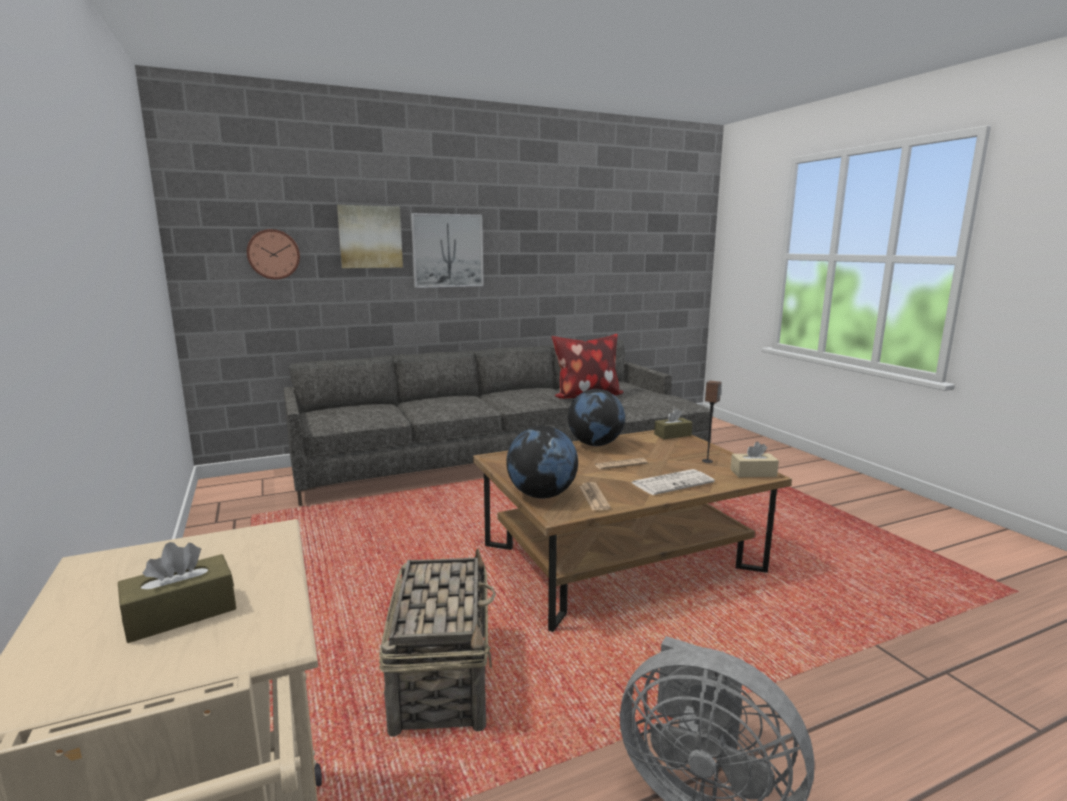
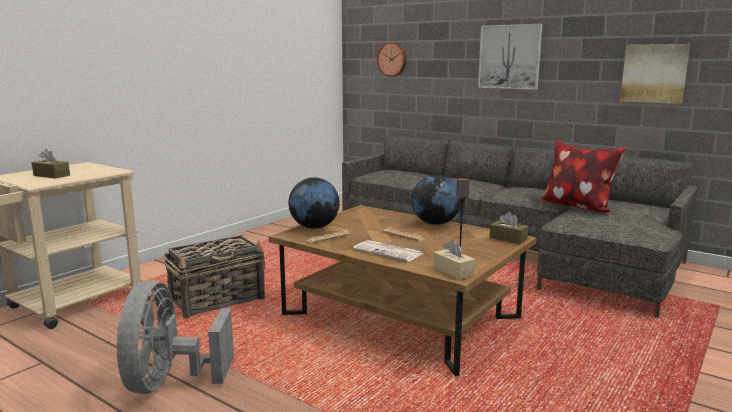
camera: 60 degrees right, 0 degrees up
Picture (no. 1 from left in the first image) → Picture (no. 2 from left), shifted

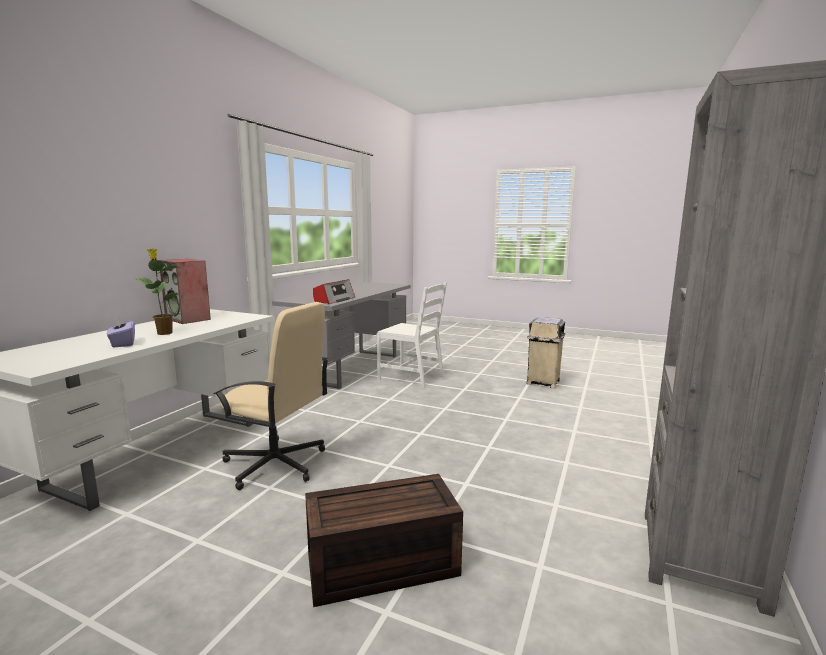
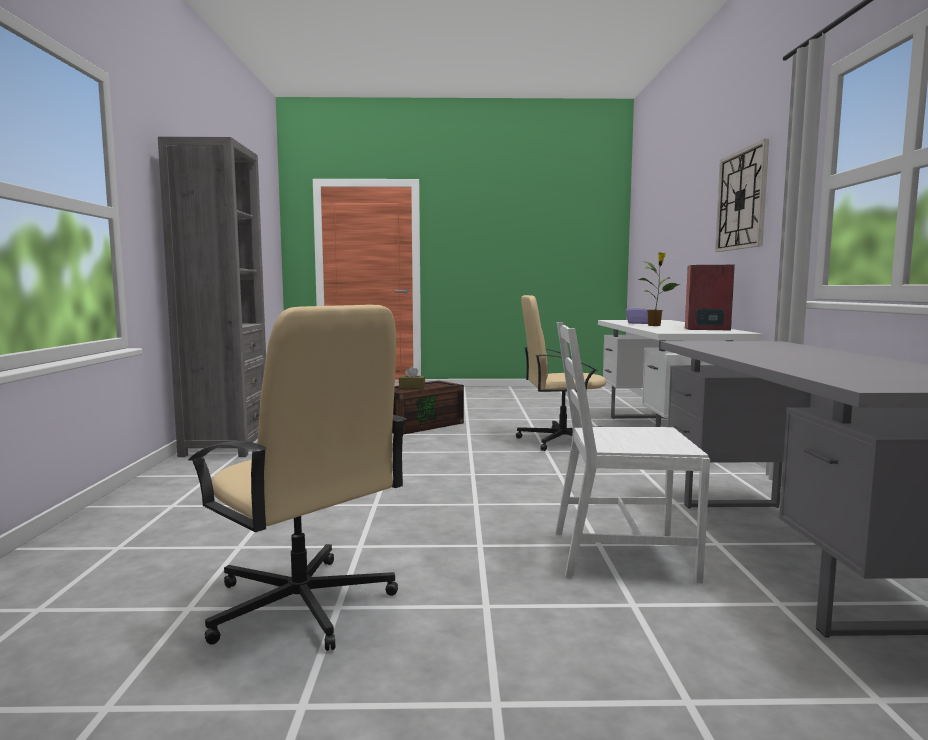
camera: 155 degrees right, 5 degrees down
BeigeTrashCan → BeigeOfficeChair (no. 1 from left)
- → BrownTissueBox
- → WallClock
Radio → -

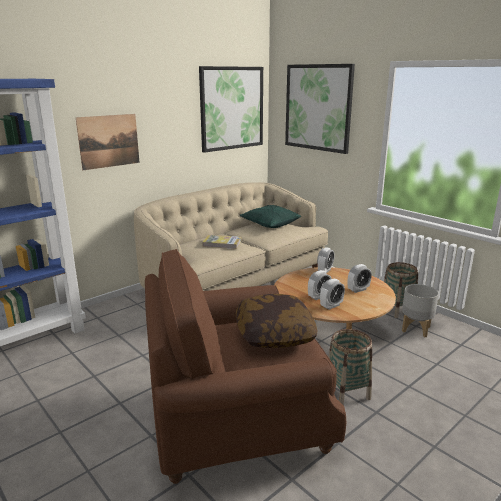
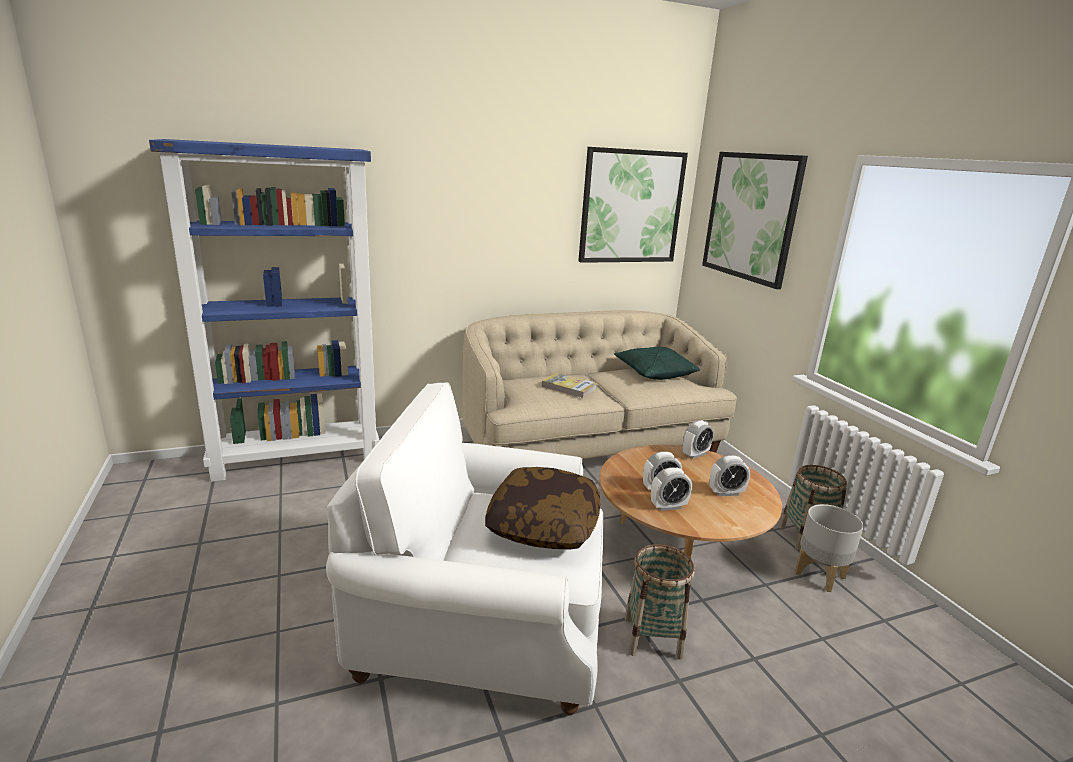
camera: 20 degrees right, 0 degrees up
BrownArmchair → WhiteArmchair
Picture (no. 1 from left) → -

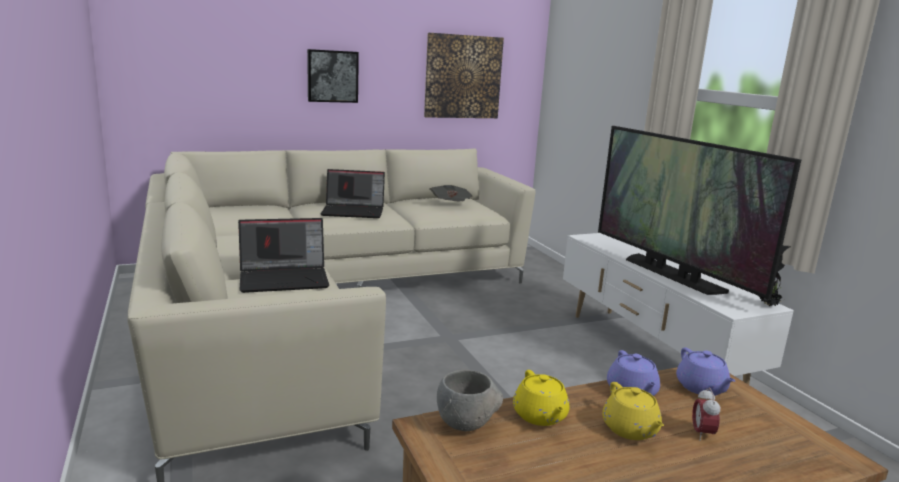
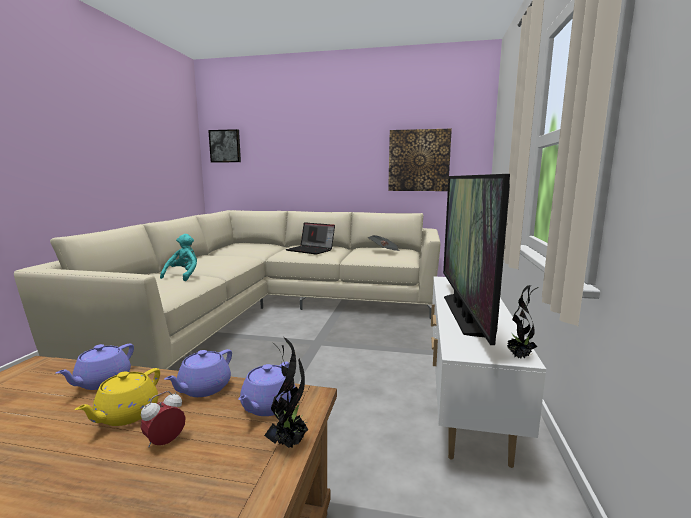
camera: 35 degrees right, 5 degrees down
YellowTeapot (no. 1 from left) → PurpleTeapot (no. 1 from left)
Laptop (no. 1 from left) → TurquoisePlushToy
Picture (no. 1 from left), shifted
- → PottedPlant (no. 1 from left)
GreyBowl → -

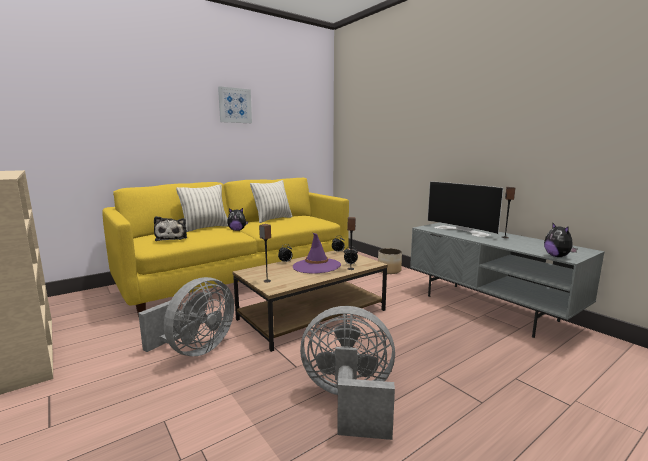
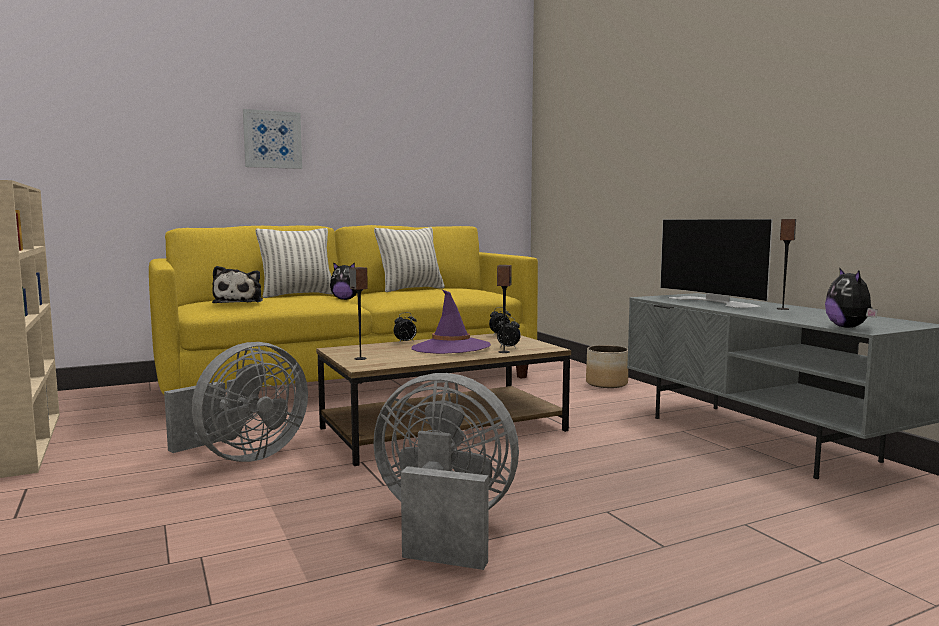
camera: 10 degrees right, 5 degrees down
Picture, shifted

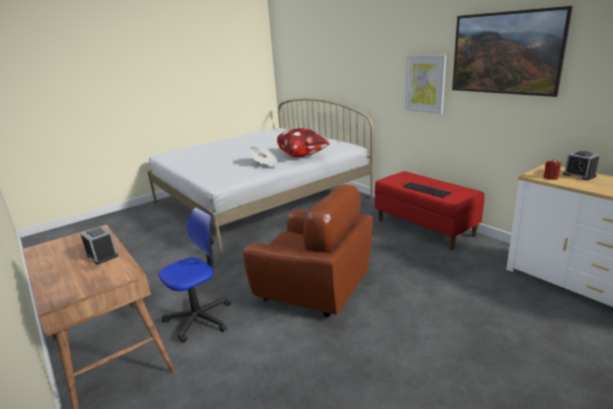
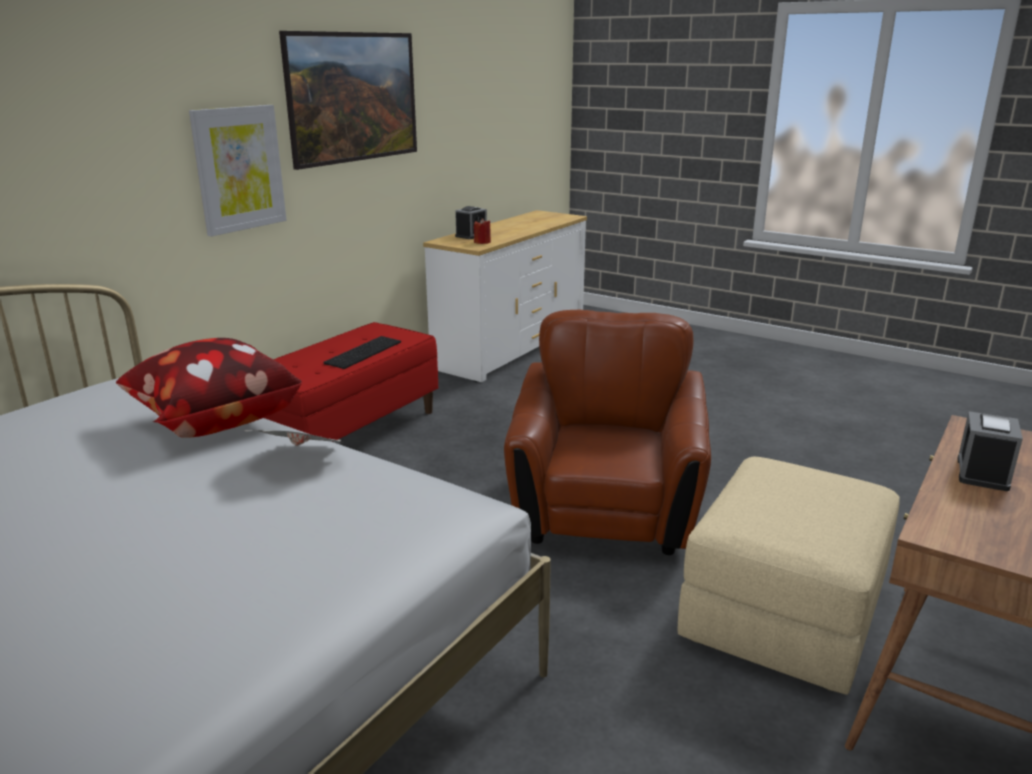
camera: 110 degrees left, 0 degrees up
OfficeChair → BeigeOttoman

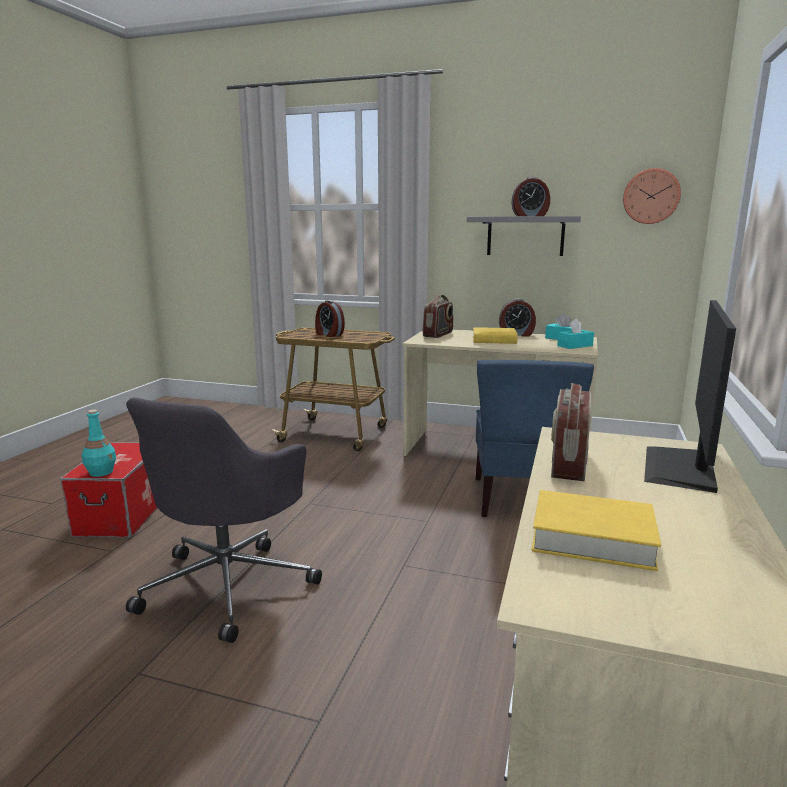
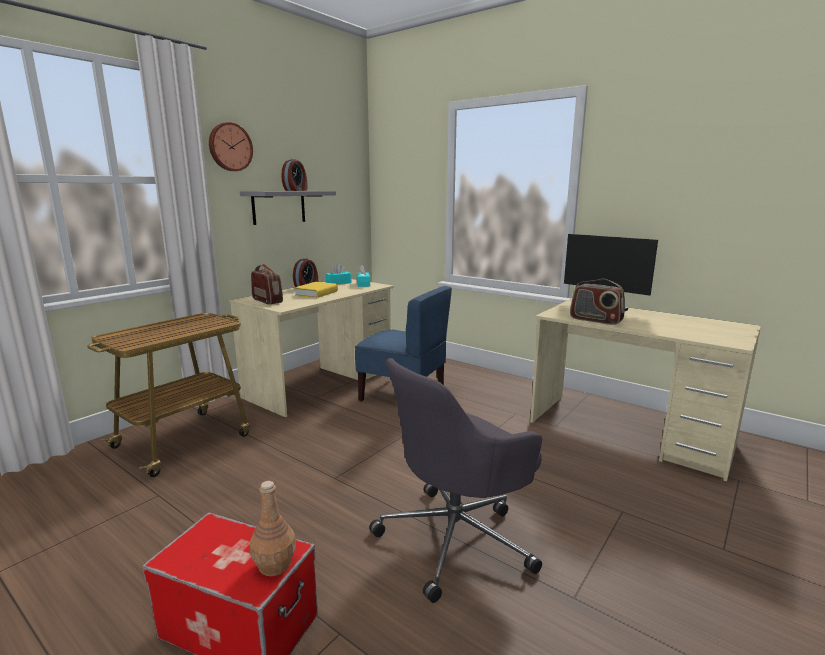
camera: 70 degrees left, 0 degrees up
WallClock, shifted
TurquoiseBottle → BrownBottle
GreyOfficeChair, 105 degrees clockwise
AlarmClock (no. 1 from left) → -
YellowBook (no. 2 from left) → -

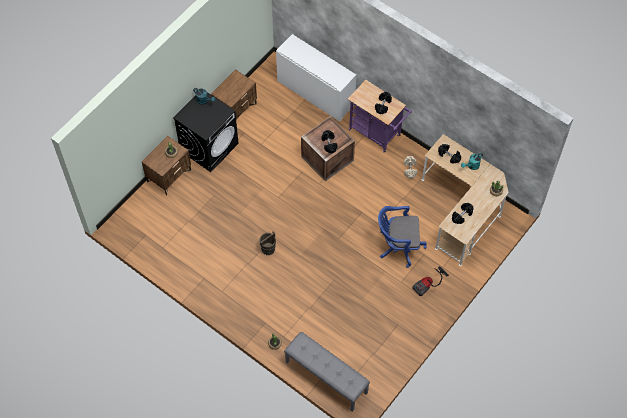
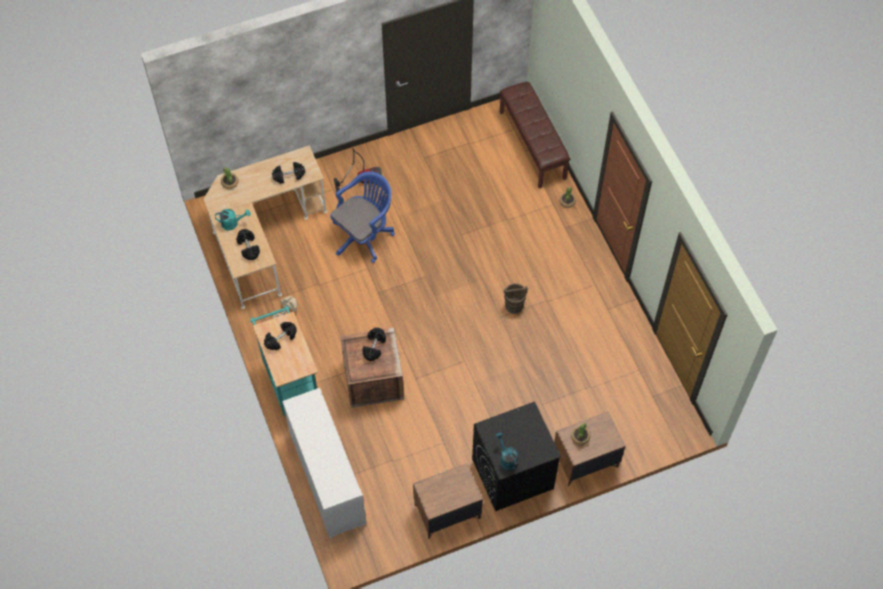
camera: 150 degrees left, 0 degrees up
PurpleCart → TurquoiseCart
BlueOfficeChair, 75 degrees counterclockwise
GreyBench → BrownBench

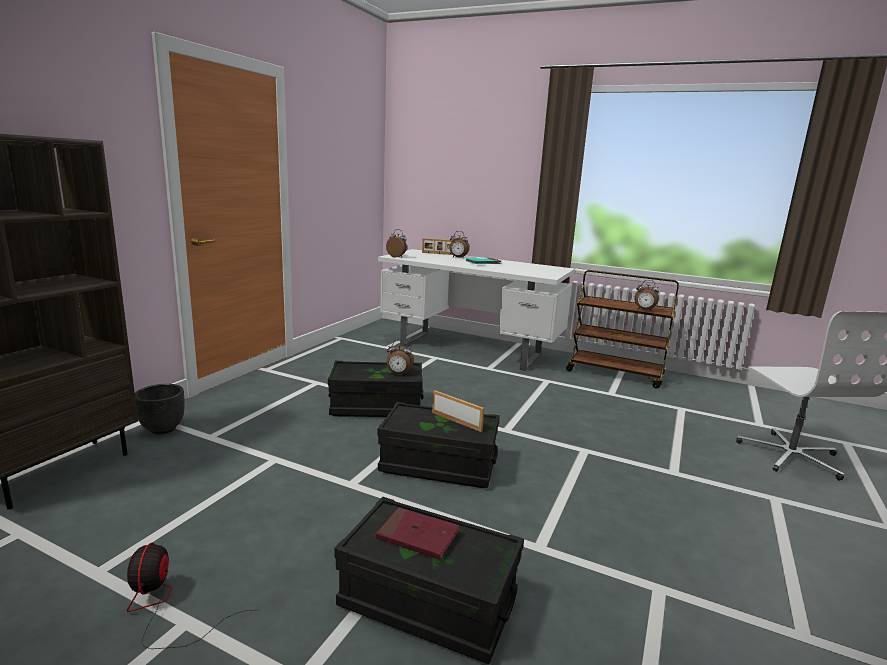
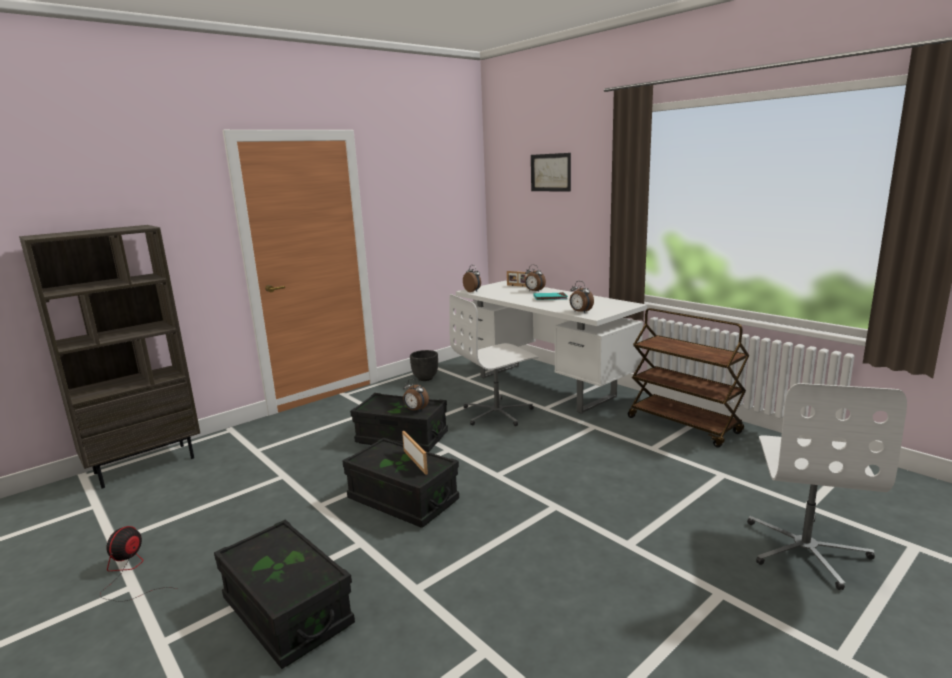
camera: 25 degrees right, 0 degrees up
BlackPlanter, shifted
- → WhiteOfficeChair (no. 1 from left)
- → Picture
AlarmClock (no. 4 from left), shifted
RedBook → -

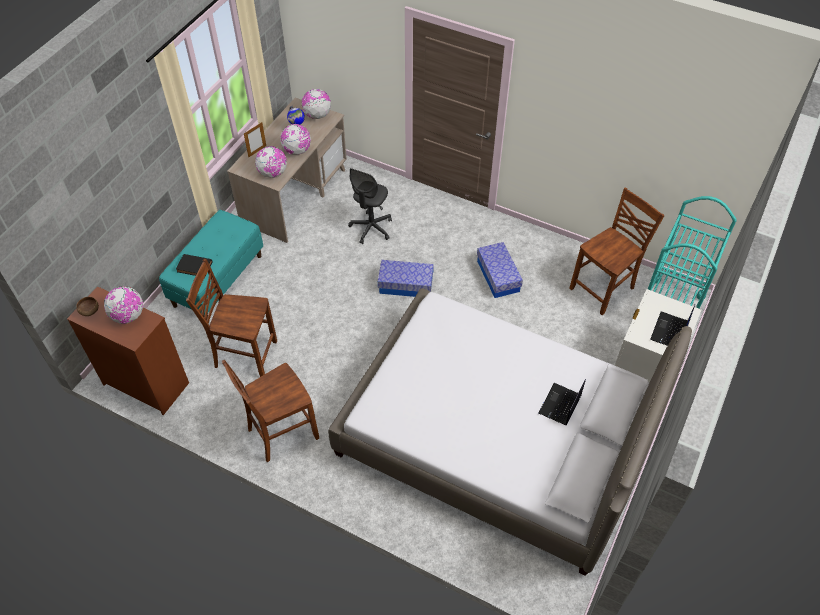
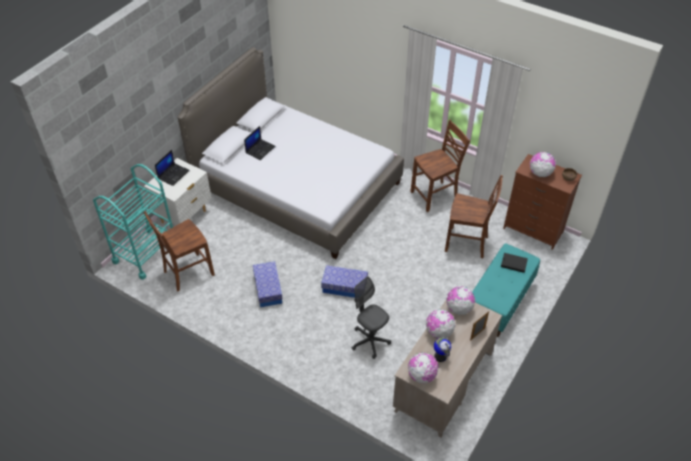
camera: 175 degrees left, 5 degrees down
GreyOfficeChair, 75 degrees counterclockwise

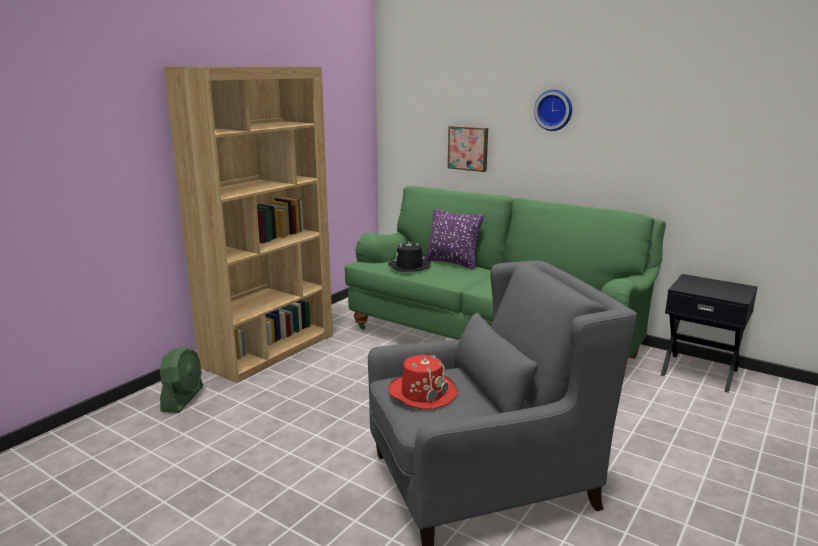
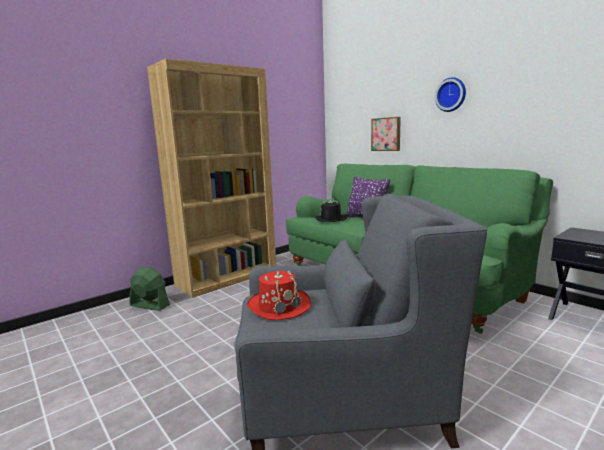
camera: 15 degrees right, 5 degrees down
GreenFan, 90 degrees counterclockwise

